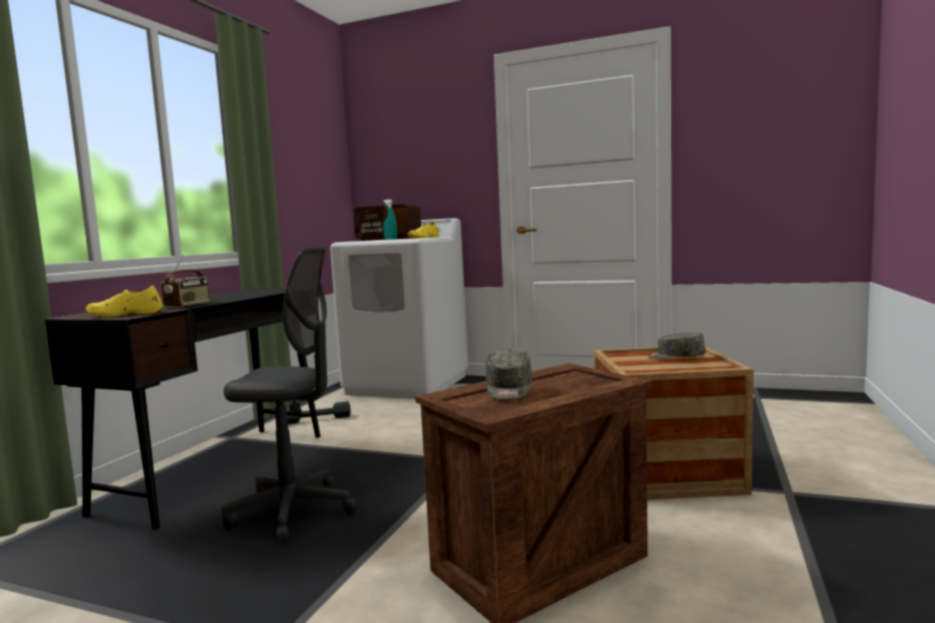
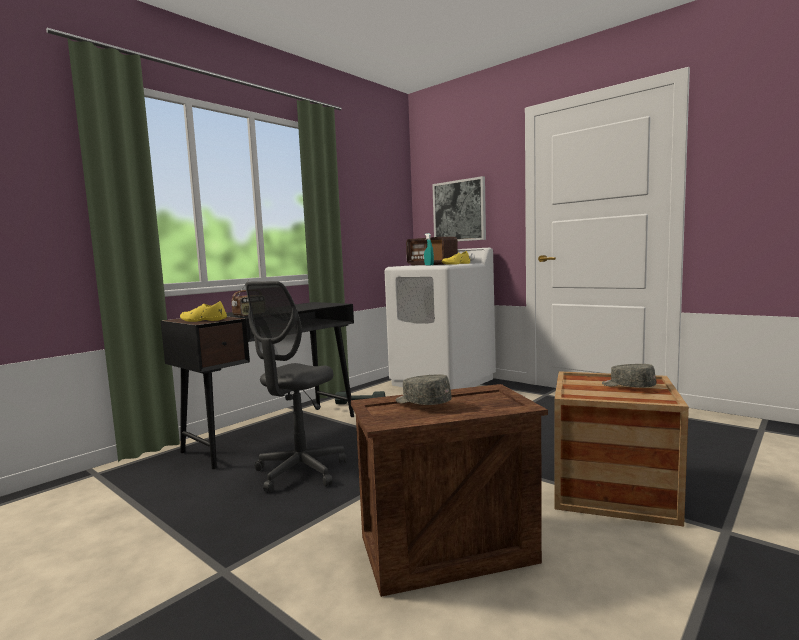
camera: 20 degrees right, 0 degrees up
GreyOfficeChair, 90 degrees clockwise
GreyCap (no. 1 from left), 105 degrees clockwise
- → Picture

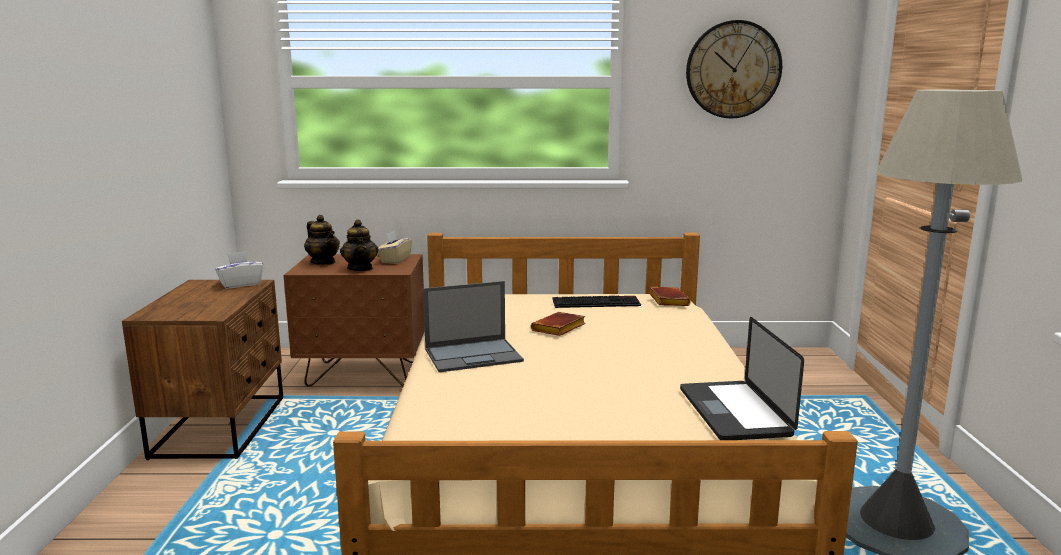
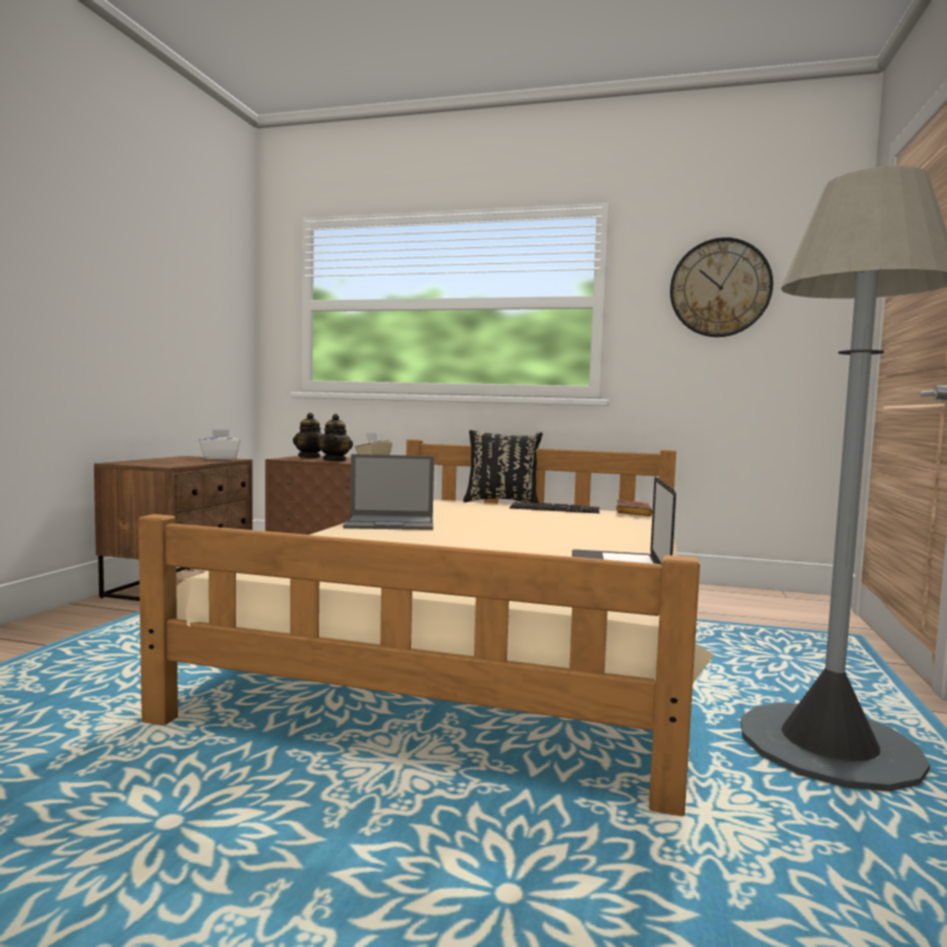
camera: 15 degrees right, 10 degrees down
- → BlackPillow
BrownBook (no. 1 from left) → -

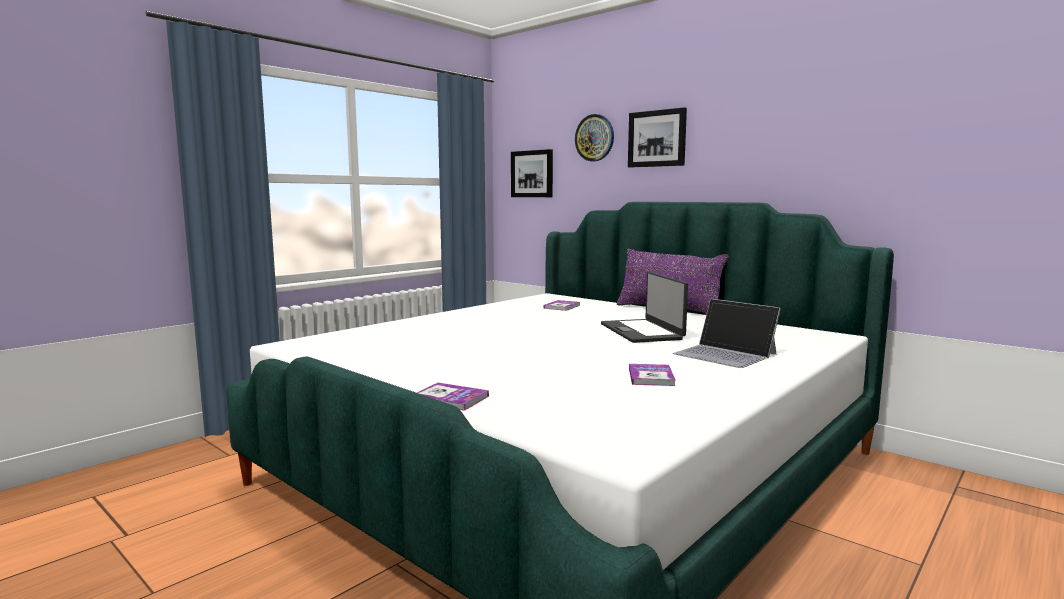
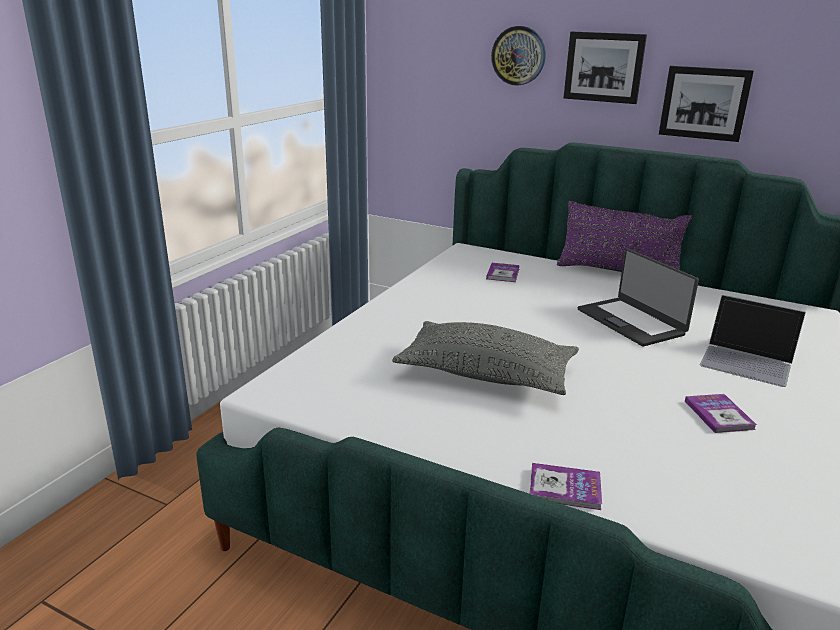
camera: 15 degrees left, 15 degrees up
- → GreyPillow
Picture (no. 1 from left in the first image) → Picture (no. 2 from left), shifted

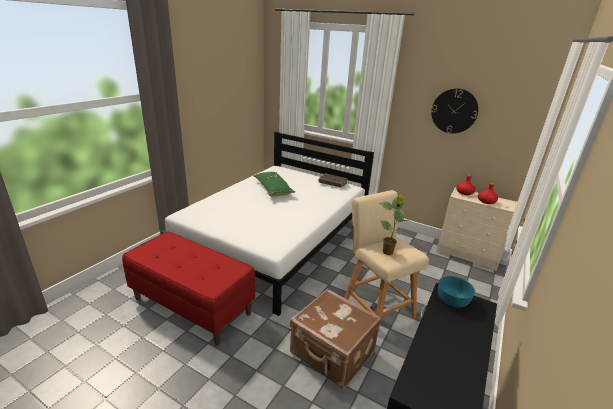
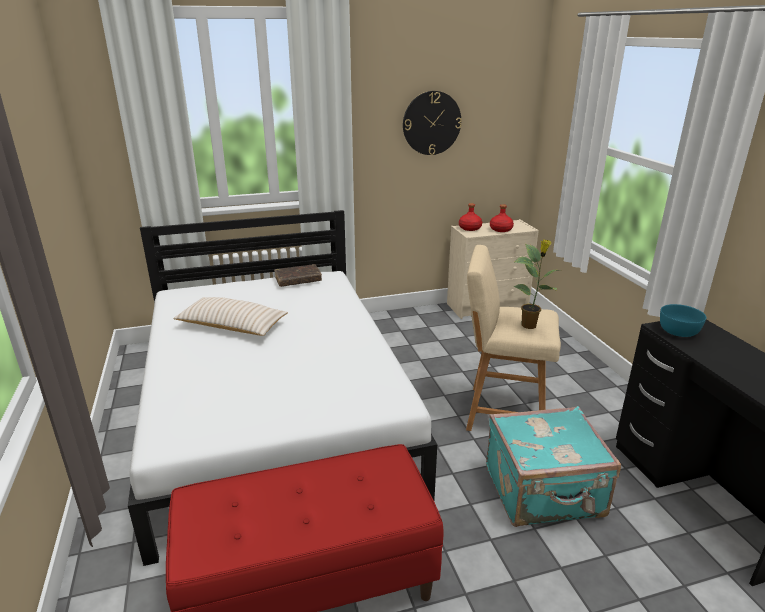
camera: 45 degrees left, 0 degrees up
GreenPillow → BeigePillow
BrownSuitcase → TurquoiseSuitcase

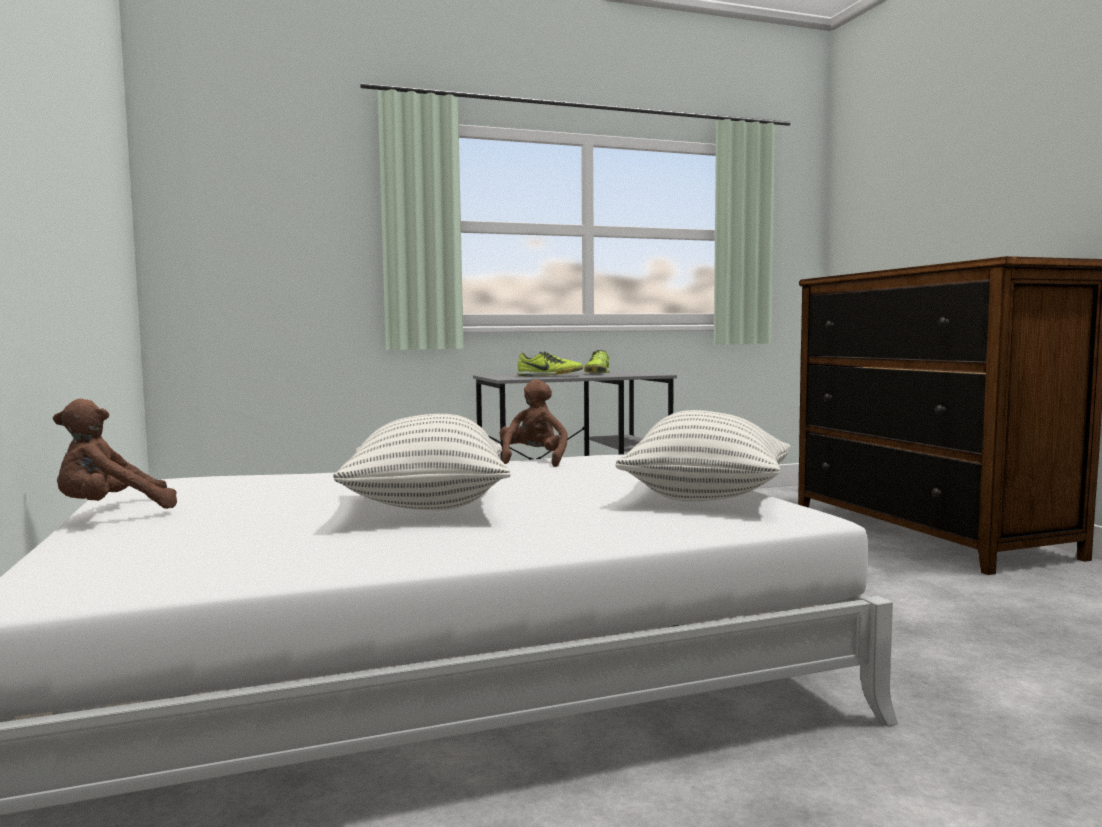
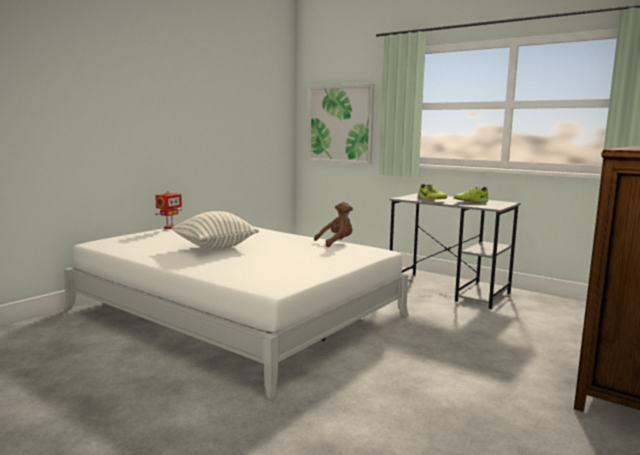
camera: 55 degrees right, 5 degrees up
BrownPlushToy (no. 1 from left) → ToyRobot
- → Picture
Pillow (no. 2 from left) → -

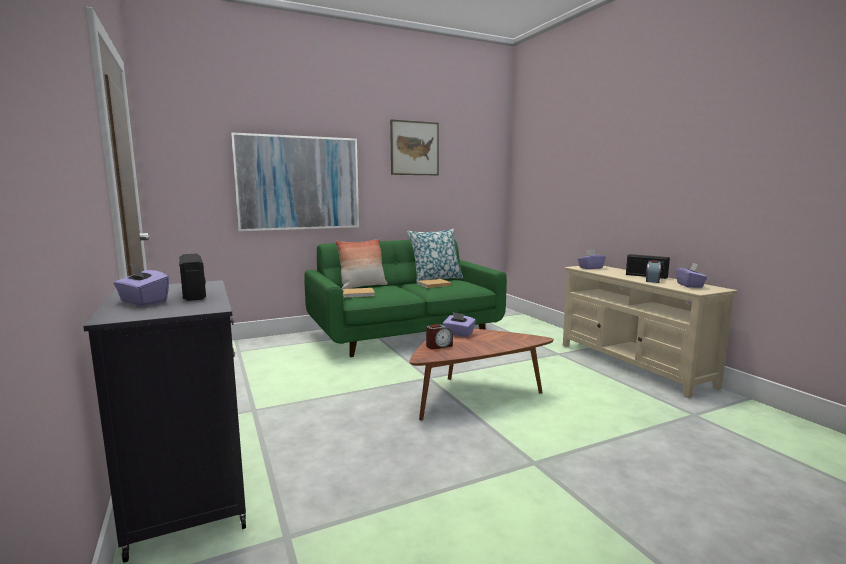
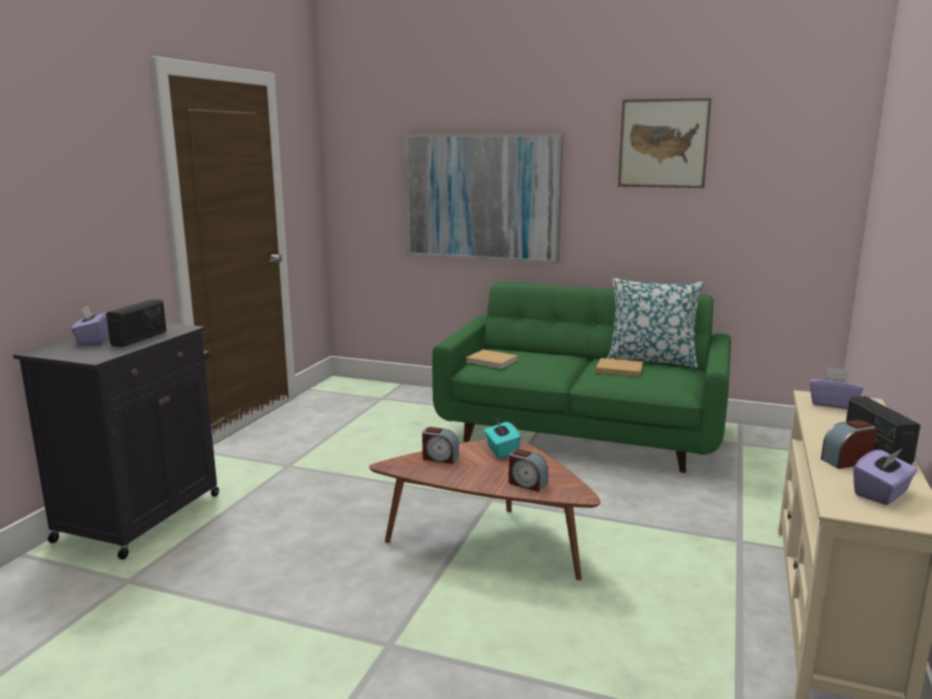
camera: 45 degrees right, 5 degrees up
PurpleTissueBox (no. 2 from left) → TurquoiseTissueBox
- → AlarmClock (no. 2 from left)
Pillow (no. 1 from left) → -

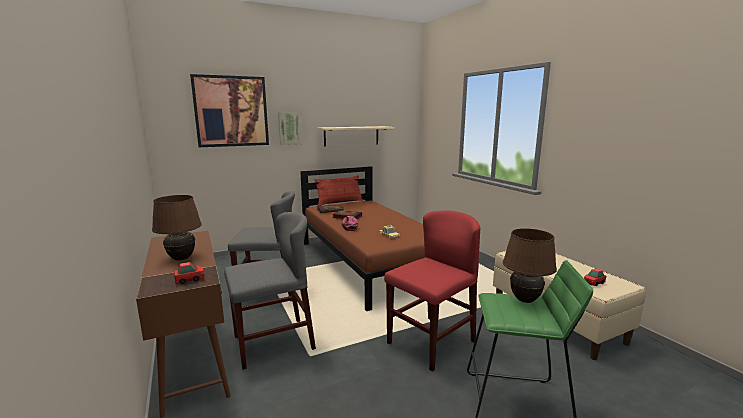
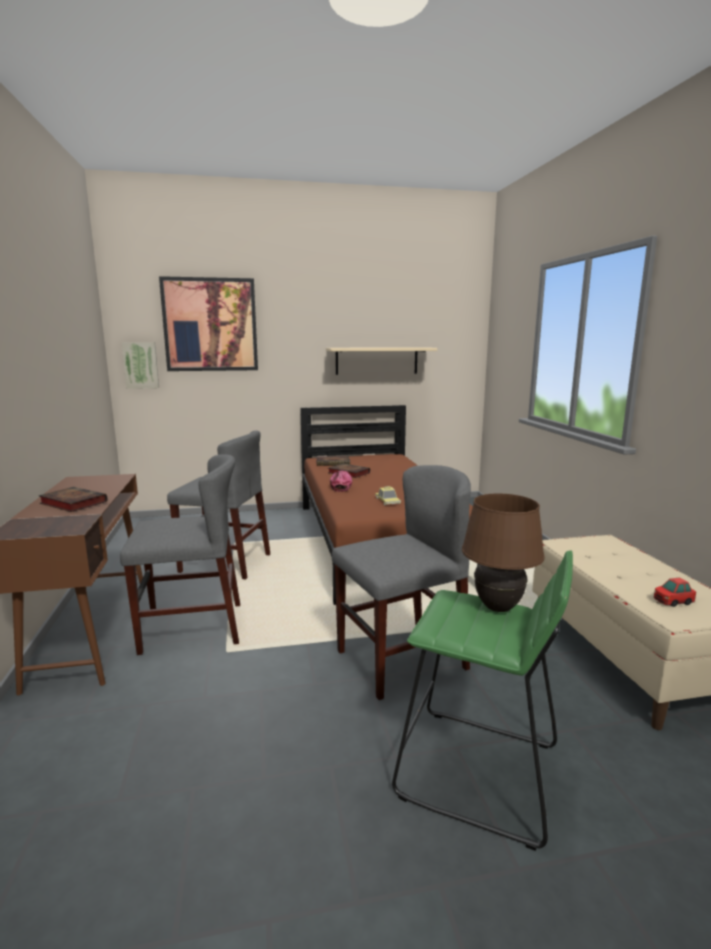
camera: 15 degrees right, 0 degrees up
BrownTableLamp (no. 1 from left) → Book (no. 1 from left)
Picture (no. 2 from left in the first image) → Picture (no. 1 from left), shifted
RedChair → GreyChair (no. 3 from left)
ToyCar (no. 1 from left) → -
Pillow → -

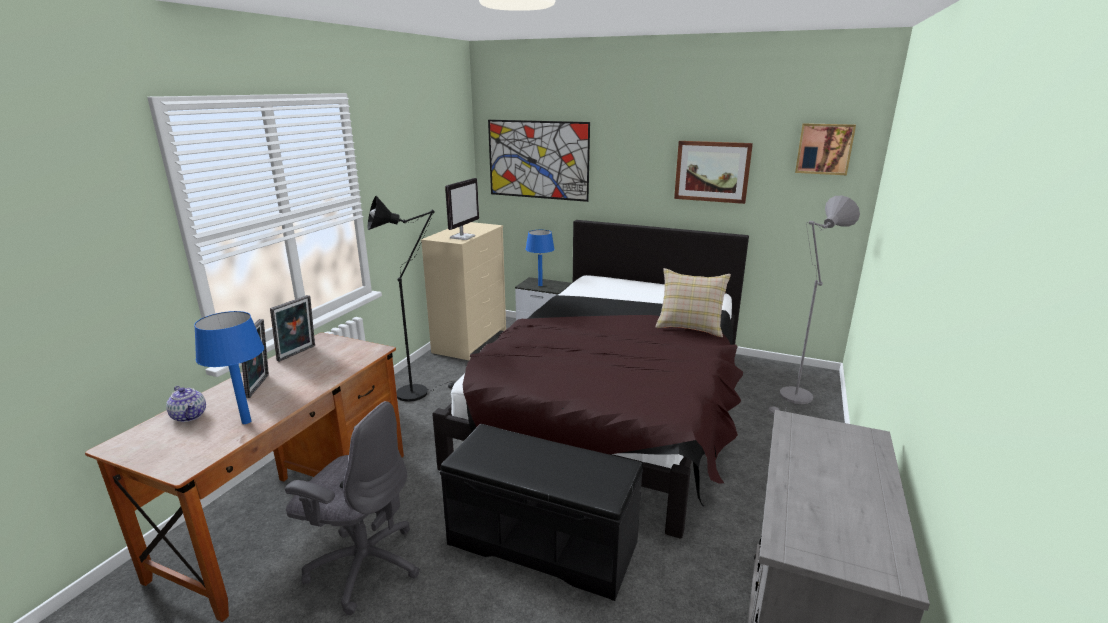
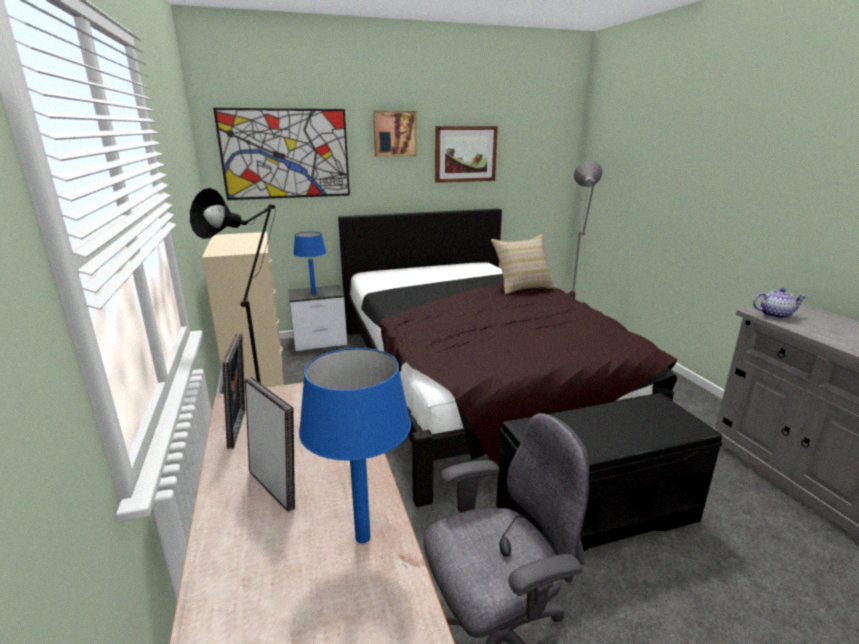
camera: 40 degrees left, 0 degrees up
Picture (no. 3 from left in the first image) → Picture (no. 2 from left), shifted
Teapot, shifted
Monitor → -

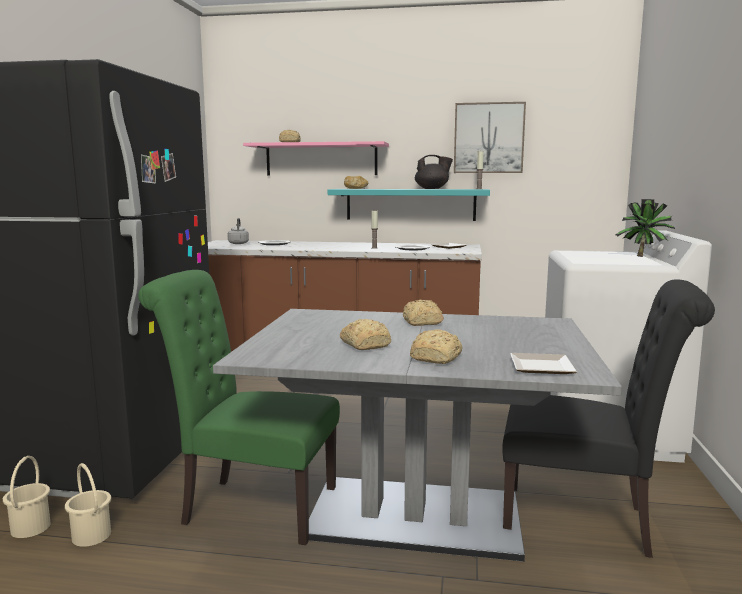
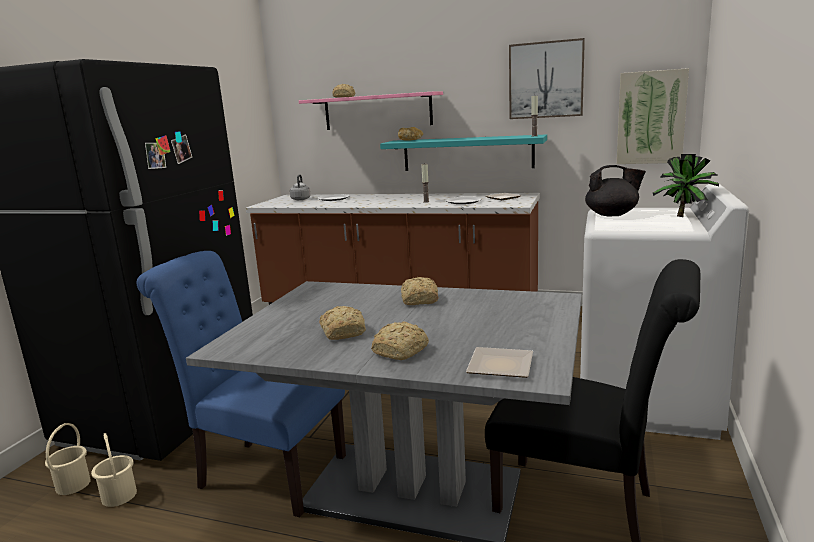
camera: 10 degrees right, 5 degrees up
GreenChair → BlueChair
BlackTeapot, shifted
- → Picture (no. 2 from left)

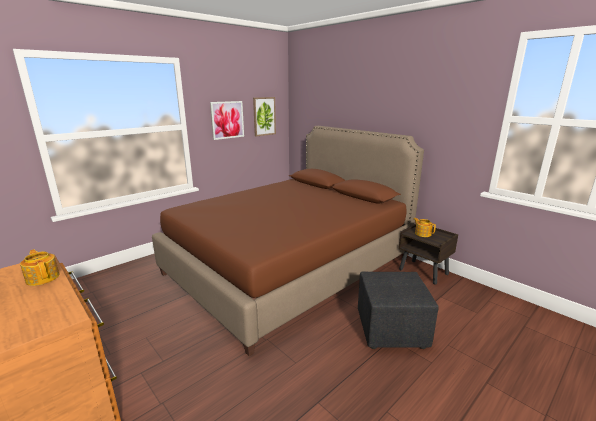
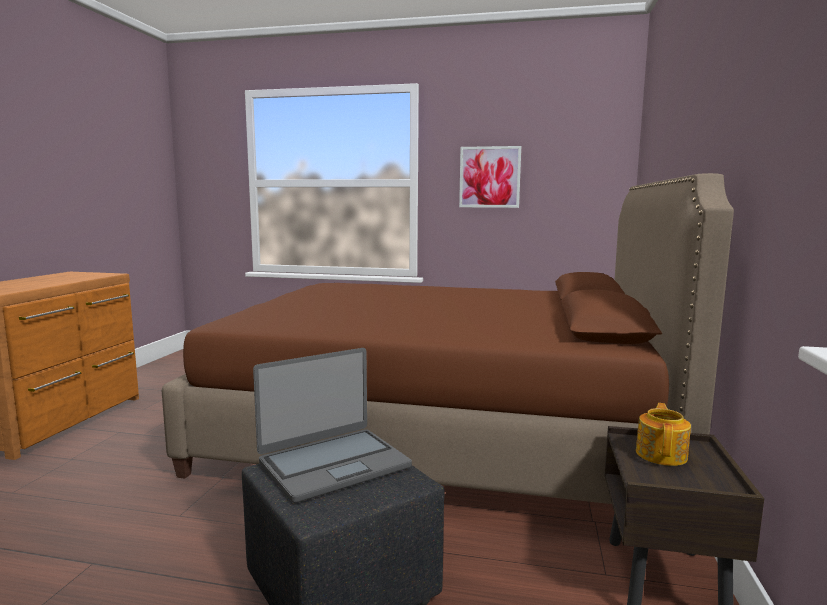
camera: 55 degrees right, 10 degrees down
- → Laptop
Teapot (no. 1 from left) → -
Picture (no. 2 from left) → -

